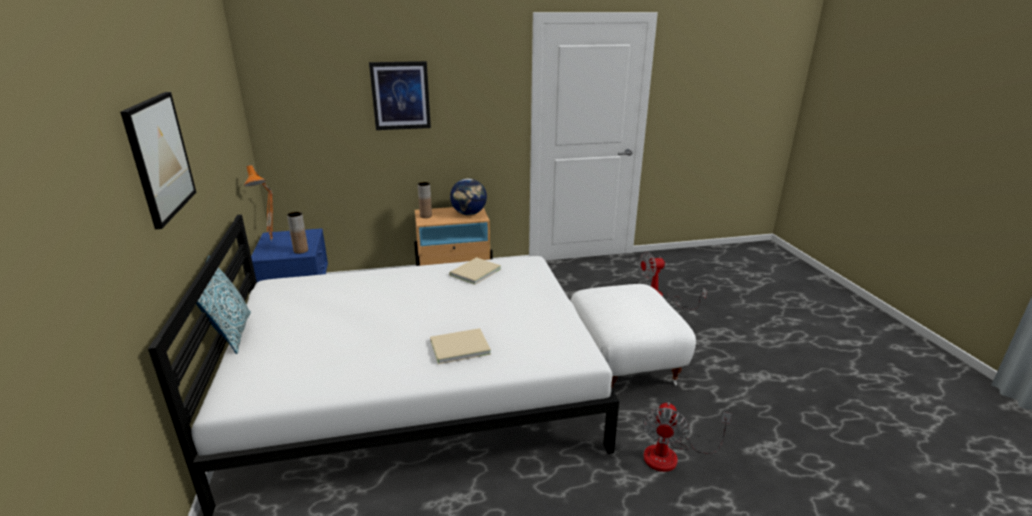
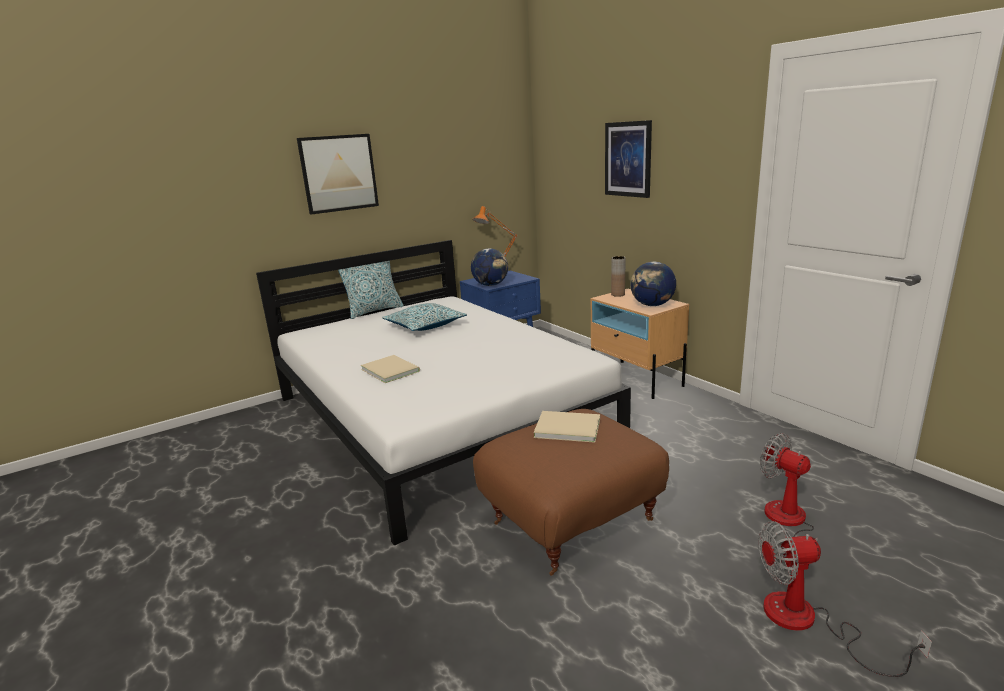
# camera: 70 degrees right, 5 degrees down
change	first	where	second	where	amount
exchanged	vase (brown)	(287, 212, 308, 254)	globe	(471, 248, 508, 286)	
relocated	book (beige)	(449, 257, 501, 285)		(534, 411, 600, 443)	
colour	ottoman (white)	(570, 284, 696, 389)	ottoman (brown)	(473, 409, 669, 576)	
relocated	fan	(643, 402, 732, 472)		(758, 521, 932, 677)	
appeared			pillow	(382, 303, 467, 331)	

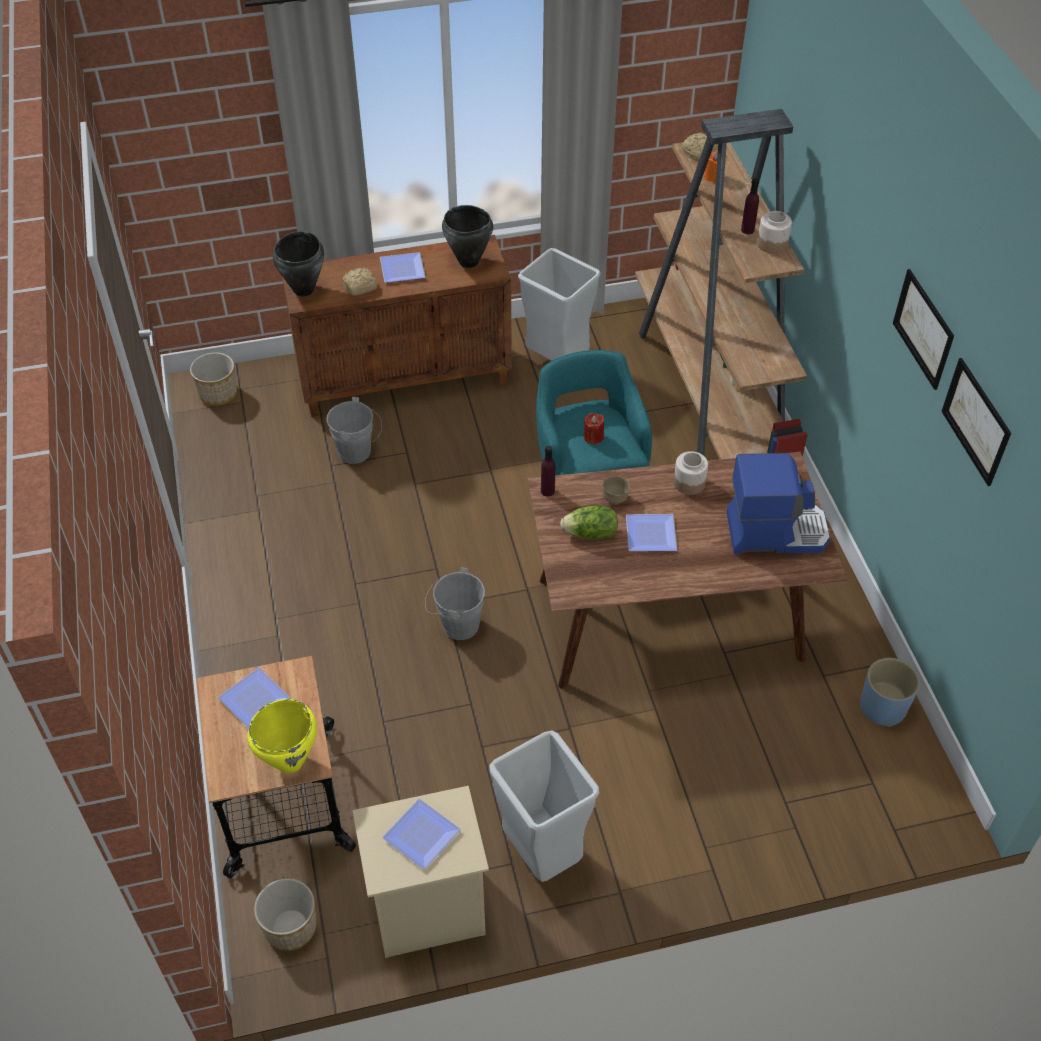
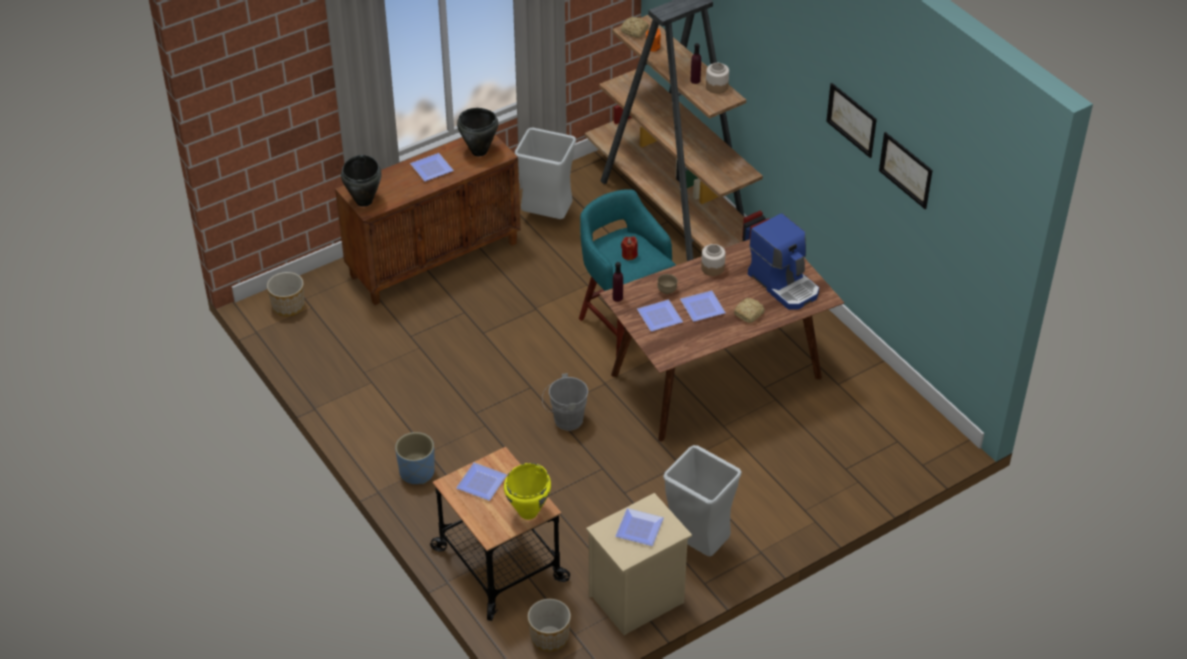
# camera: 20 degrees left, 5 degrees down
change	first	where	second	where	amount
relocated	bread	(342, 268, 377, 296)		(734, 298, 765, 323)	
missing	bucket (grey)	(326, 397, 382, 464)			
spun	coffee machine	(727, 453, 830, 554)		(748, 213, 819, 310)	75 degrees clockwise
exchanged	lettuce	(560, 505, 618, 540)	plate	(637, 300, 683, 331)	
relocated	planter (blue)	(860, 658, 920, 727)		(395, 432, 435, 484)	

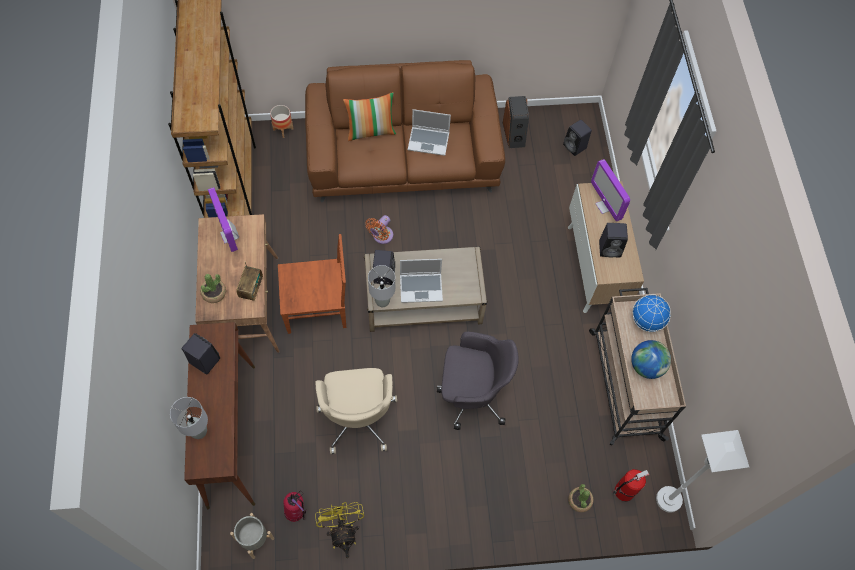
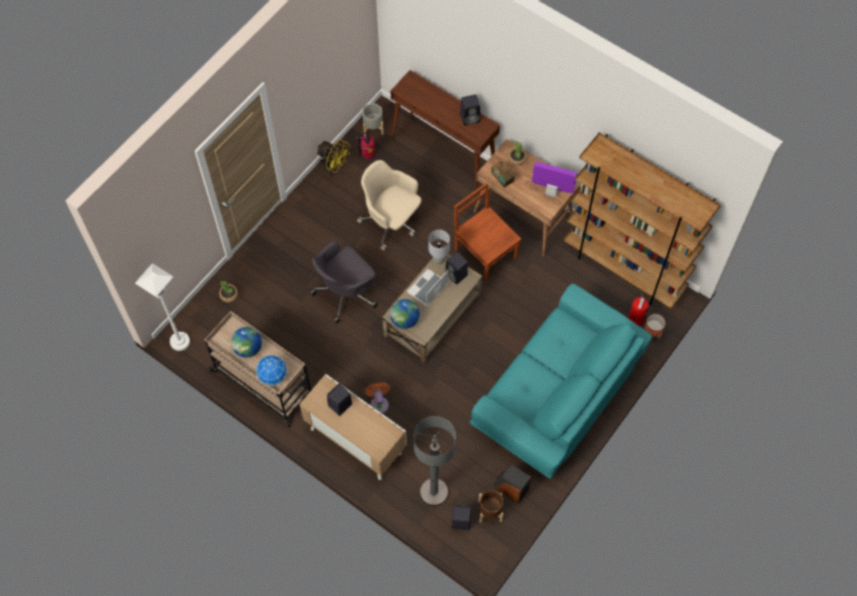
# camera: 135 degrees right, 0 degrees up
change	first	where	second	where	amount
colour	sofa (brown)	(305, 60, 505, 202)	sofa (turquoise)	(469, 284, 652, 480)	
missing	pillow	(343, 92, 396, 141)			
missing	laptop	(408, 109, 451, 156)			
missing	monitor	(591, 159, 630, 221)			
relocated	fan (orange)	(365, 215, 393, 244)		(365, 382, 390, 414)	
spun	chair (brown)	(278, 234, 346, 334)		(454, 183, 521, 282)	105 degrees clockwise
missing	table lamp (grey)	(170, 397, 208, 439)			
relocated	fire extinguisher	(613, 469, 649, 501)		(628, 293, 649, 326)	
appeared			globe	(390, 299, 419, 329)	
appeared			floor lamp (grey)	(414, 416, 456, 506)	
appeared			planter (brown)	(479, 490, 503, 523)	

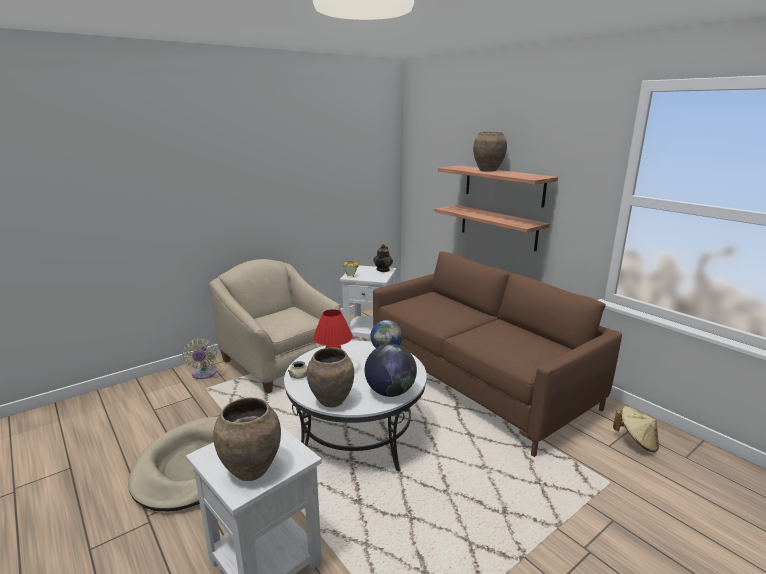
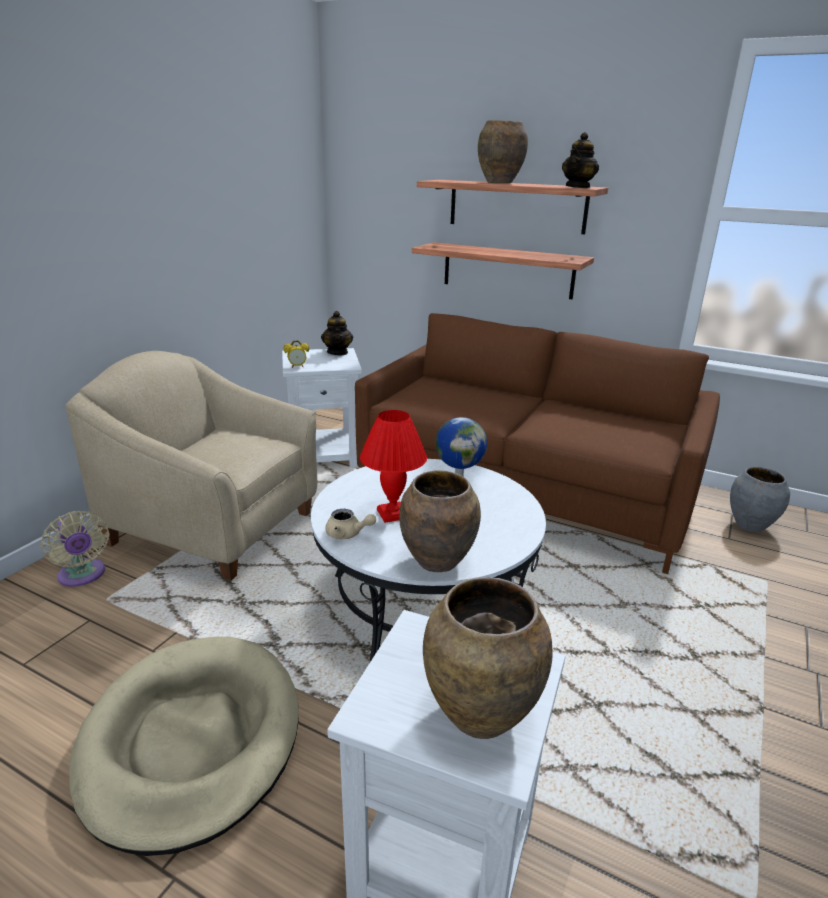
# camera: 25 degrees left, 5 degrees up
change	first	where	second	where	amount
missing	globe	(365, 344, 417, 397)			
exchanged	hat (beige)	(613, 406, 659, 452)	vase (grey)	(730, 467, 790, 532)	
appeared			teapot	(562, 132, 599, 188)	

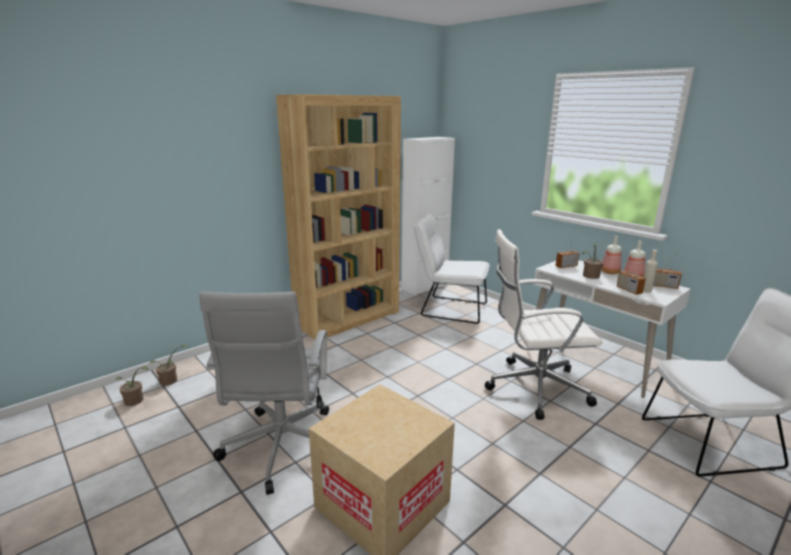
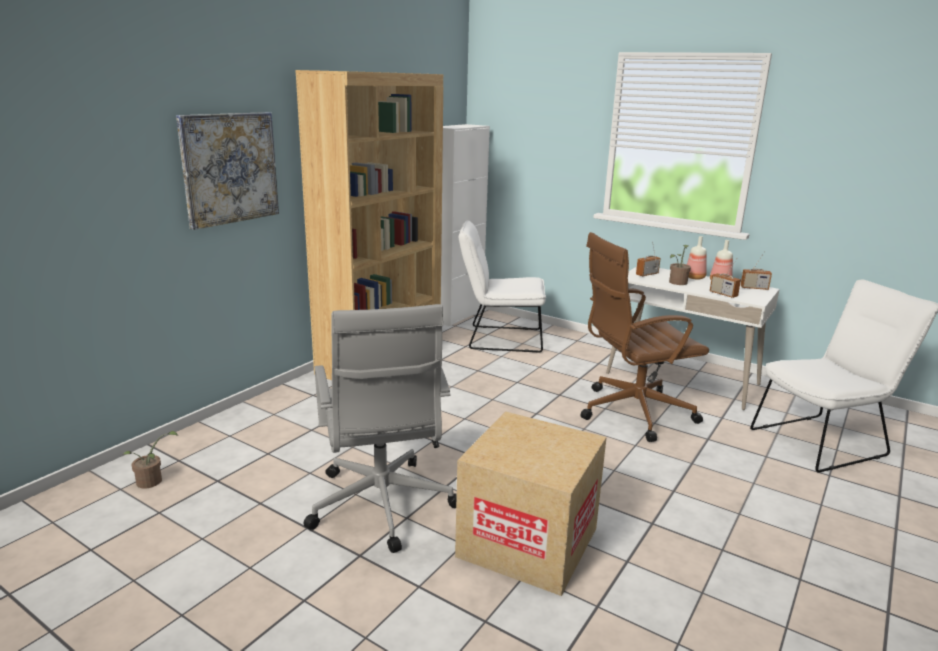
# camera: 15 degrees left, 0 degrees up
change	first	where	second	where	amount
colour	office chair (white)	(485, 229, 603, 420)	office chair (brown)	(581, 232, 709, 442)	
missing	bottle (beige)	(643, 250, 658, 293)			
missing	potted plant	(150, 345, 188, 386)			
appeared			picture	(176, 112, 279, 230)	

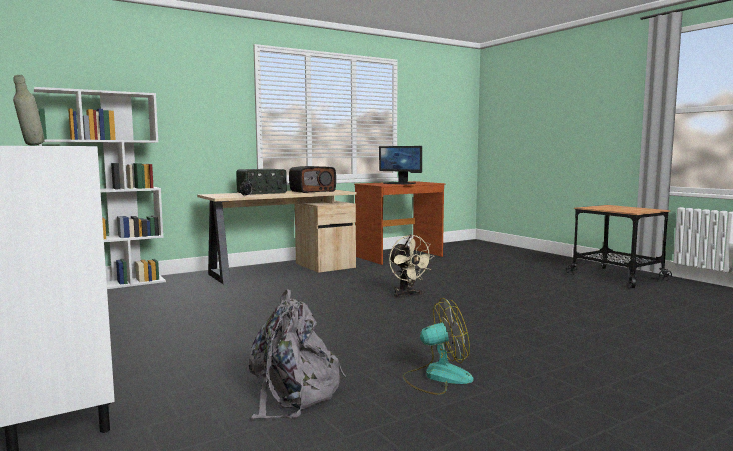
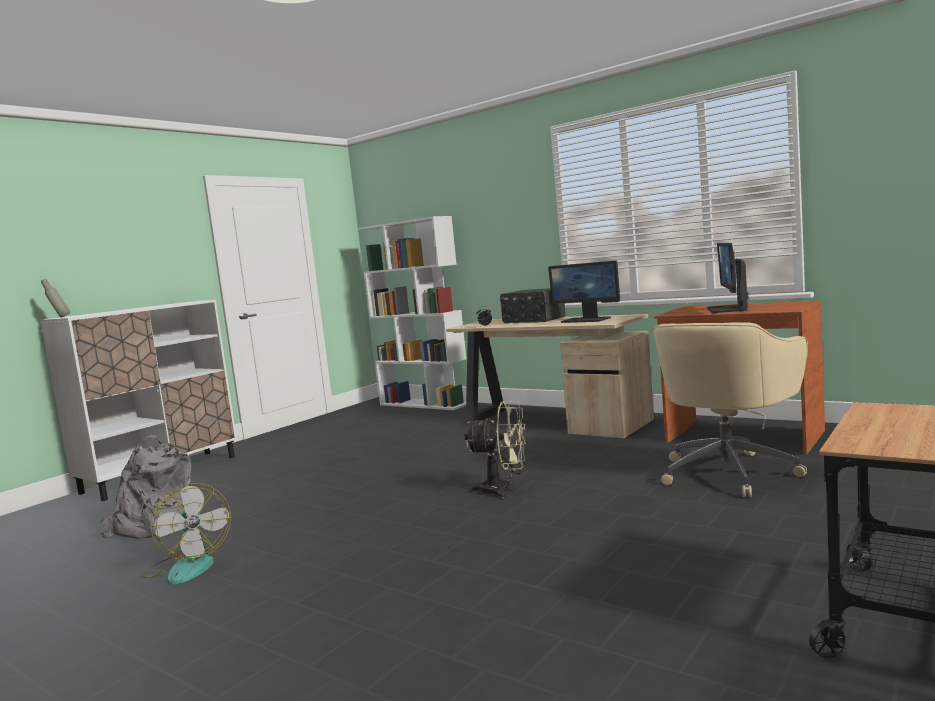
# camera: 70 degrees right, 0 degrees up
change	first	where	second	where	amount
exchanged	radio	(289, 166, 336, 193)	monitor	(548, 260, 620, 323)	
spun	fan (beige)	(389, 235, 435, 298)		(464, 401, 526, 499)	120 degrees counterclockwise
appeared			office chair (beige)	(653, 322, 808, 497)	

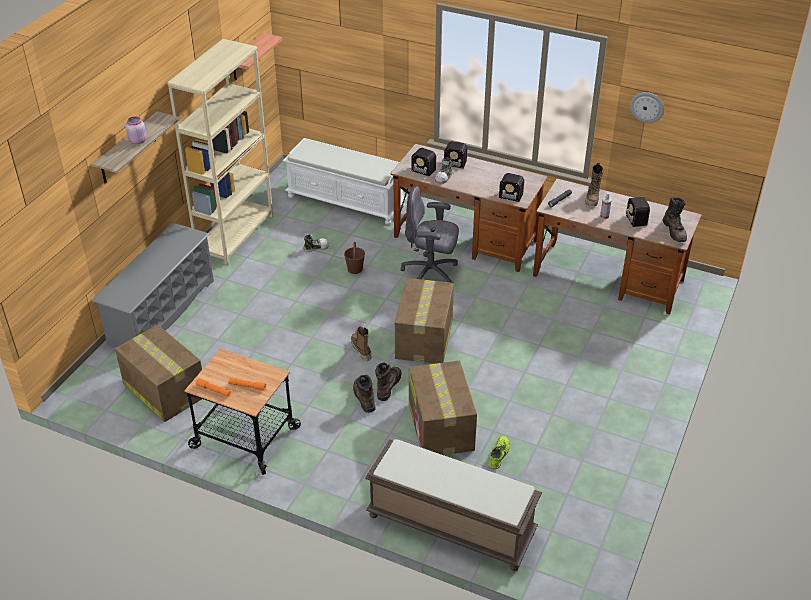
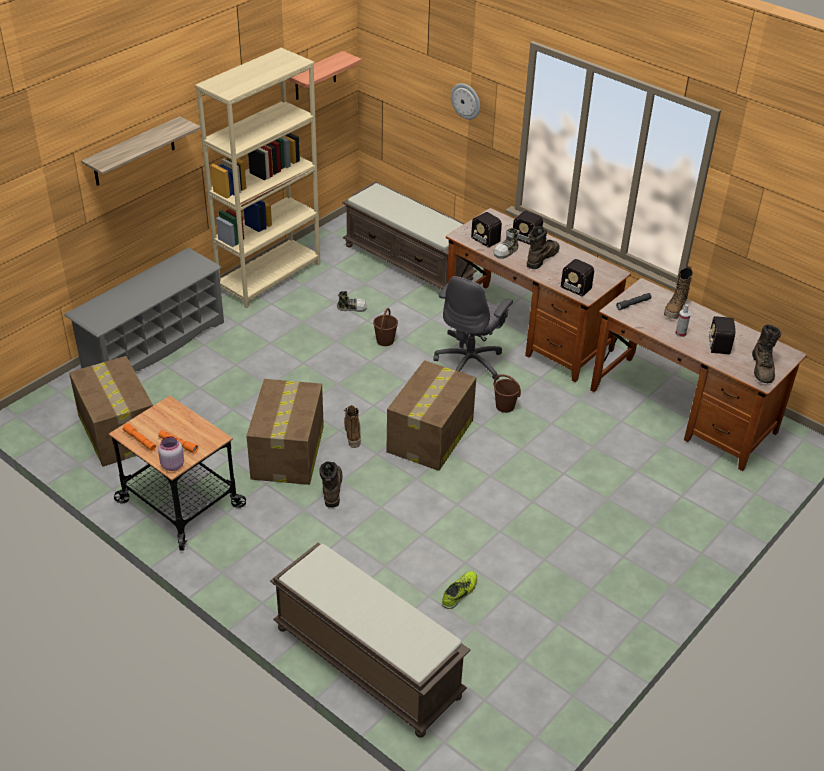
# camera: 15 degrees right, 0 degrees up
change	first	where	second	where	amount
relocated	wall clock	(630, 92, 664, 123)		(451, 83, 480, 120)	
relocated	jar (pink)	(126, 117, 146, 144)		(158, 436, 184, 471)	
colour	bench (white)	(283, 138, 407, 225)	bench (brown)	(342, 181, 477, 289)	
spun	office chair (grey)	(400, 186, 459, 283)		(433, 276, 513, 380)	90 degrees counterclockwise
relocated	cardboard box	(409, 361, 477, 455)		(246, 379, 324, 485)	
relocated	boot (brown)	(375, 362, 402, 401)		(527, 226, 560, 269)	
appeared			bucket (brown)	(494, 374, 521, 413)	

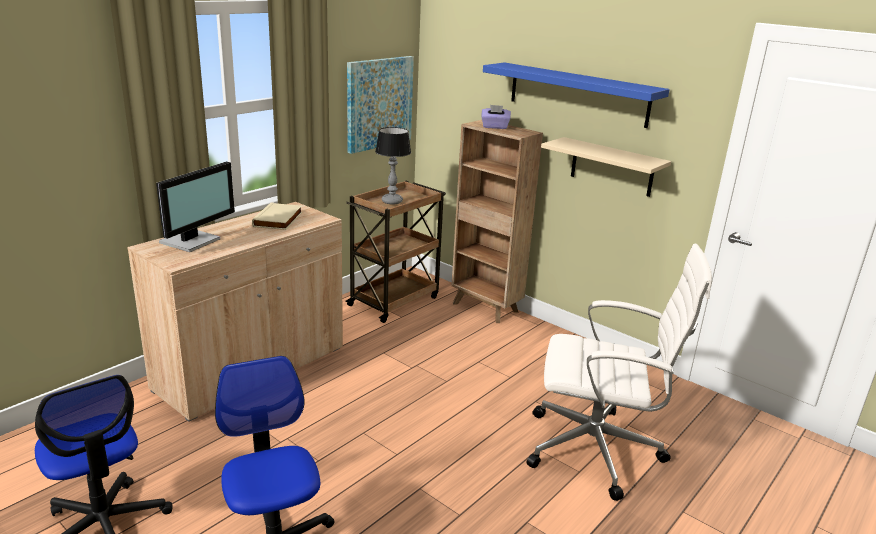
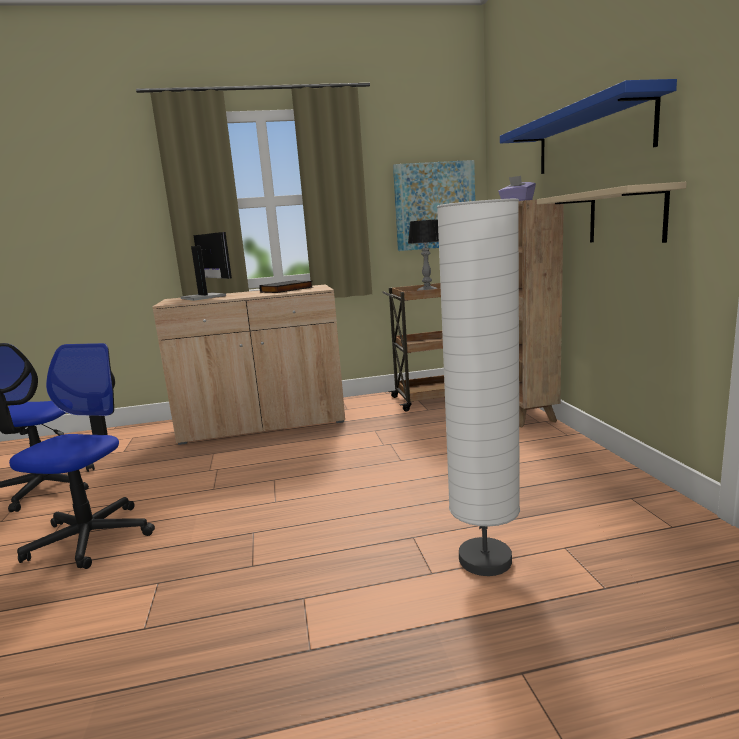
# camera: 40 degrees right, 10 degrees down
change	first	where	second	where	amount
spun	monitor	(156, 161, 235, 252)		(181, 232, 232, 301)	105 degrees counterclockwise
colour	book (beige)	(252, 202, 302, 230)	book (black)	(259, 280, 313, 293)	
exchanged	office chair (white)	(526, 244, 712, 501)	floor lamp (white)	(437, 199, 520, 576)	

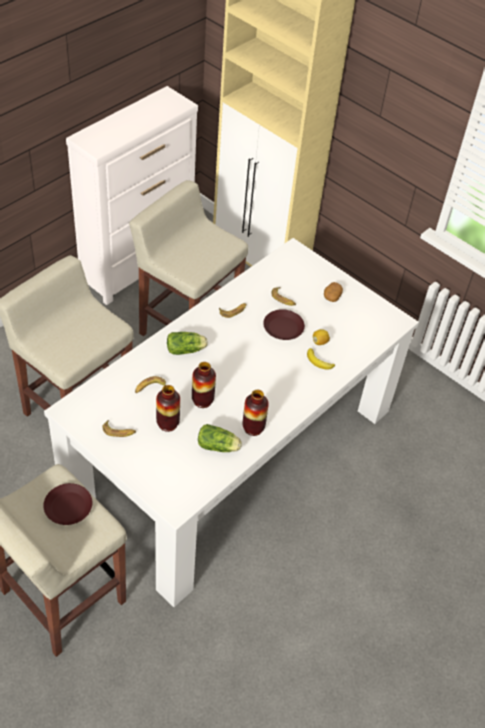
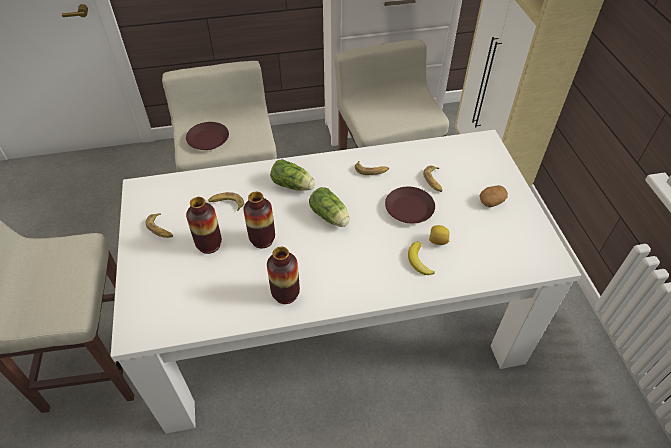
# camera: 40 degrees right, 0 degrees up
change	first	where	second	where	amount
relocated	lettuce	(198, 424, 242, 452)		(309, 187, 350, 227)	
relocated	plate (brown)	(43, 483, 92, 525)		(186, 122, 229, 150)	

